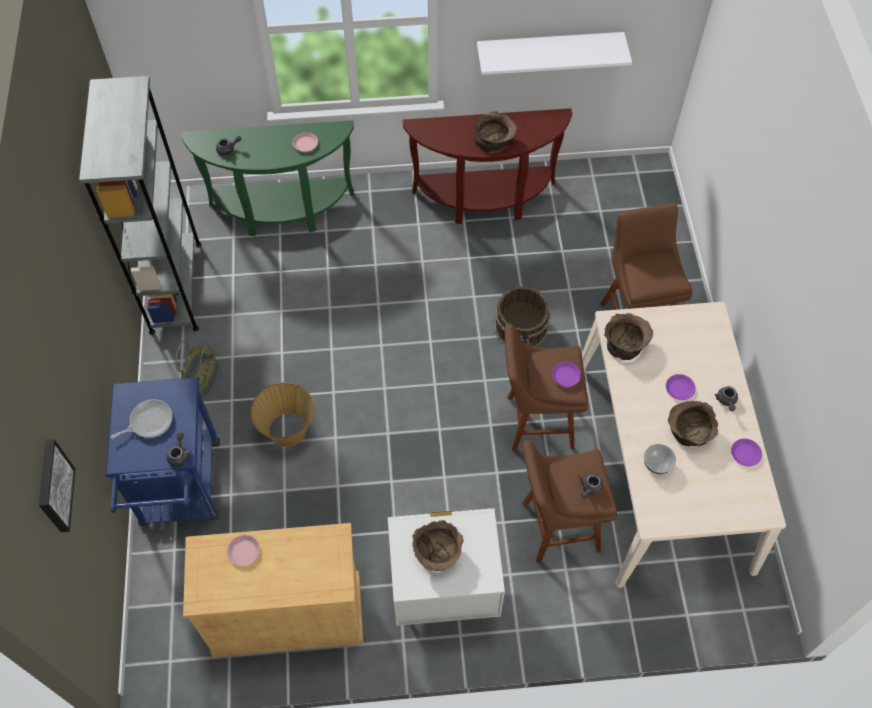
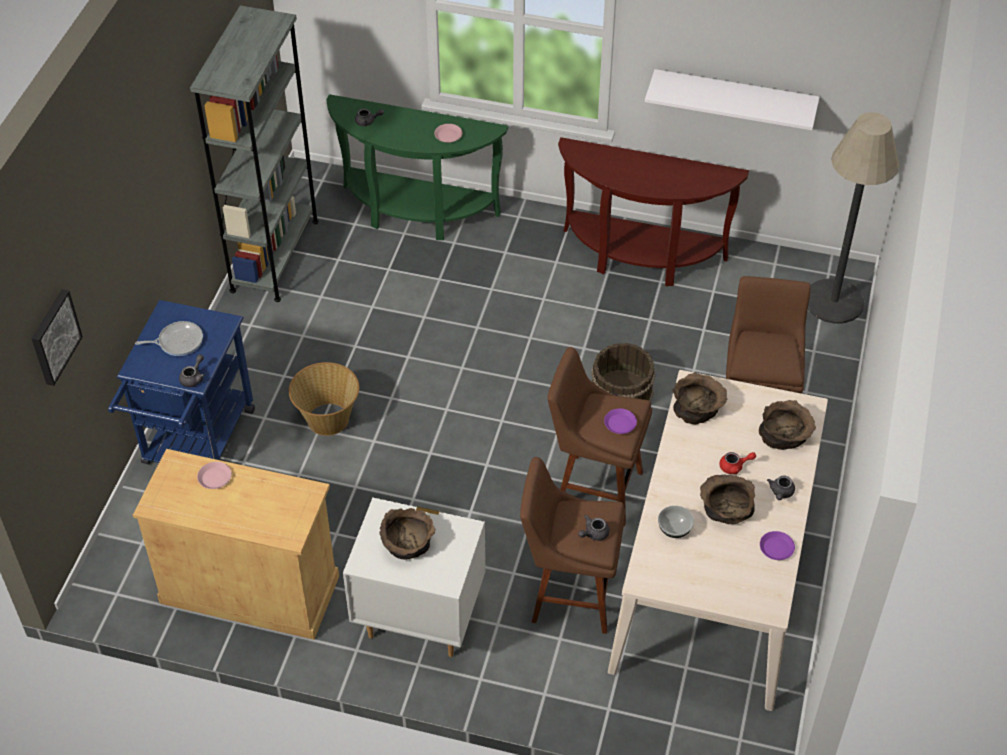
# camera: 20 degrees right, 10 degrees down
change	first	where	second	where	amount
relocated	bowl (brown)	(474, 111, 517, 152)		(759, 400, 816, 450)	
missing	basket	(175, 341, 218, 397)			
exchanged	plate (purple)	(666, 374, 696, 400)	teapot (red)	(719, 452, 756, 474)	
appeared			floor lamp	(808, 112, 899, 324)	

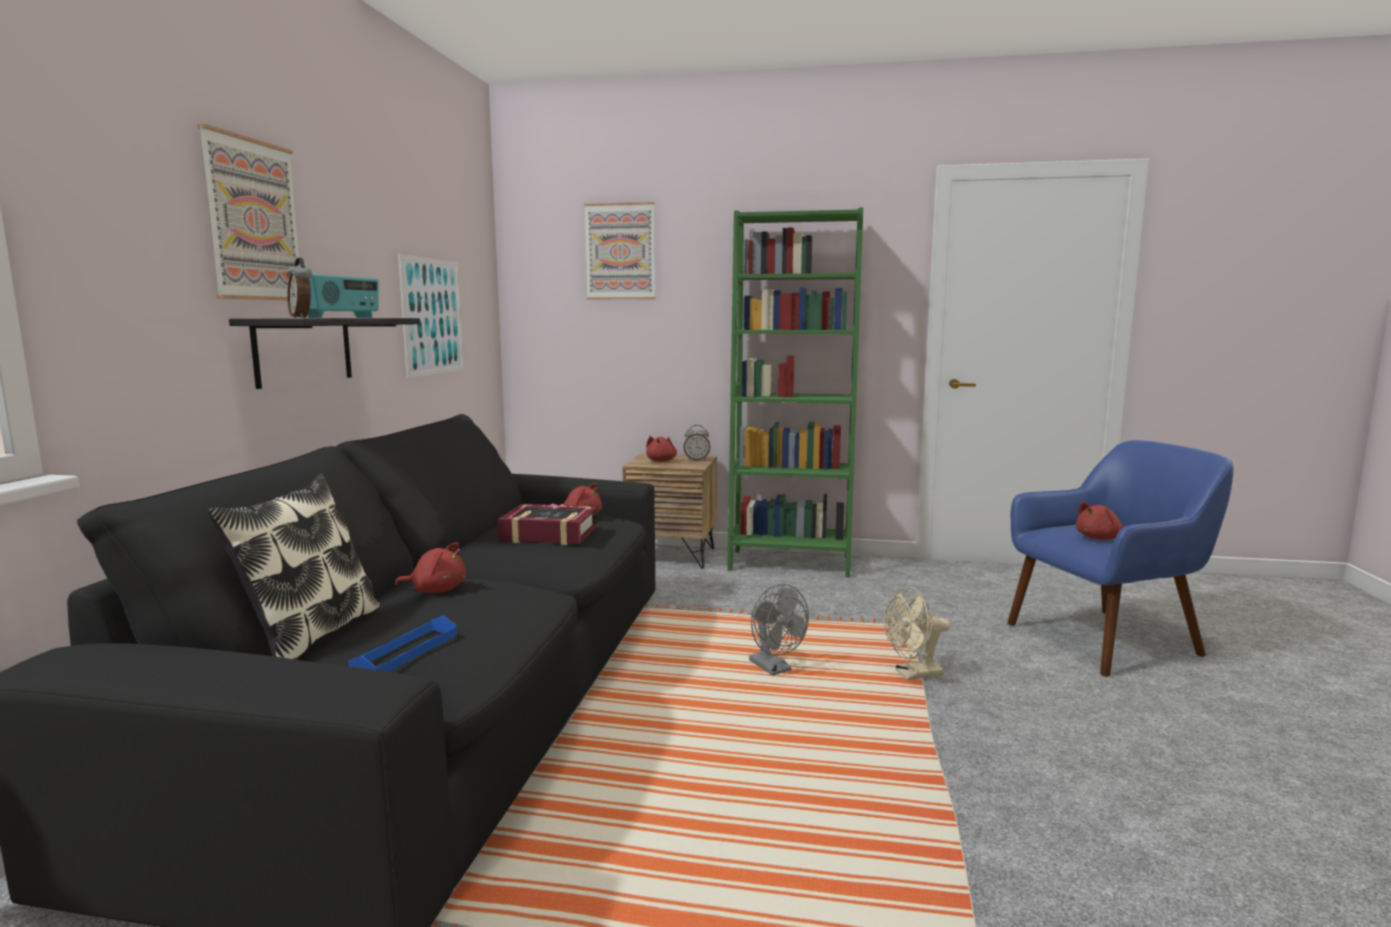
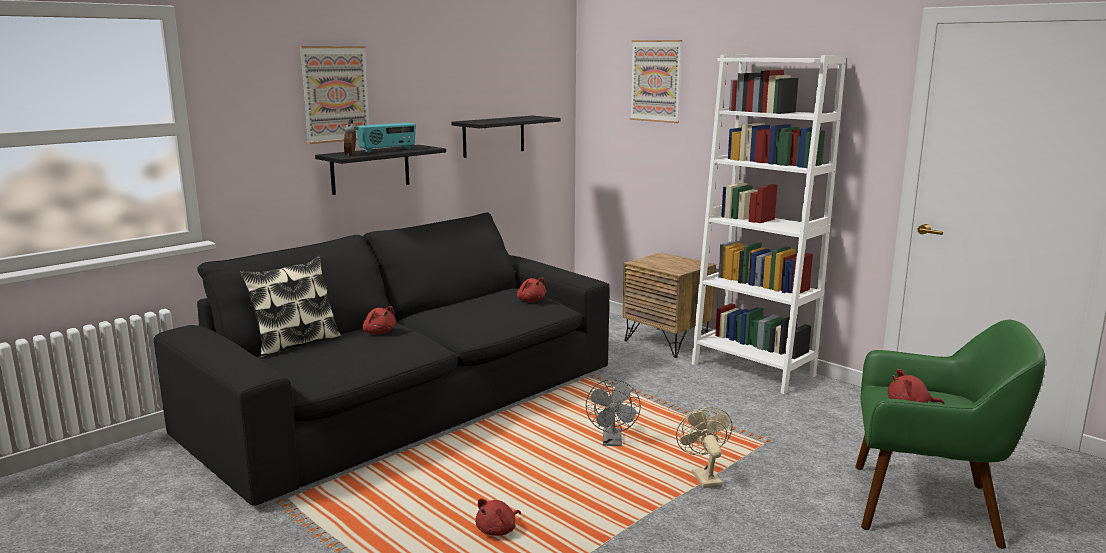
# camera: 35 degrees right, 5 degrees up
change	first	where	second	where	amount
colour	bookcase (green)	(727, 208, 863, 578)	bookcase (white)	(692, 55, 846, 394)	
exchanged	picture	(398, 254, 464, 378)	shelf (black)	(452, 116, 560, 158)	
missing	alarm clock	(684, 425, 710, 460)			
relocated	plush toy (red)	(646, 436, 677, 462)		(475, 498, 521, 536)	
colour	armchair (blue)	(1007, 440, 1234, 677)	armchair (green)	(856, 320, 1045, 549)	
missing	book	(497, 504, 598, 545)			
spun	fan (beige)	(884, 586, 950, 680)		(676, 407, 733, 488)	60 degrees clockwise
missing	tray (blue)	(348, 615, 457, 672)			

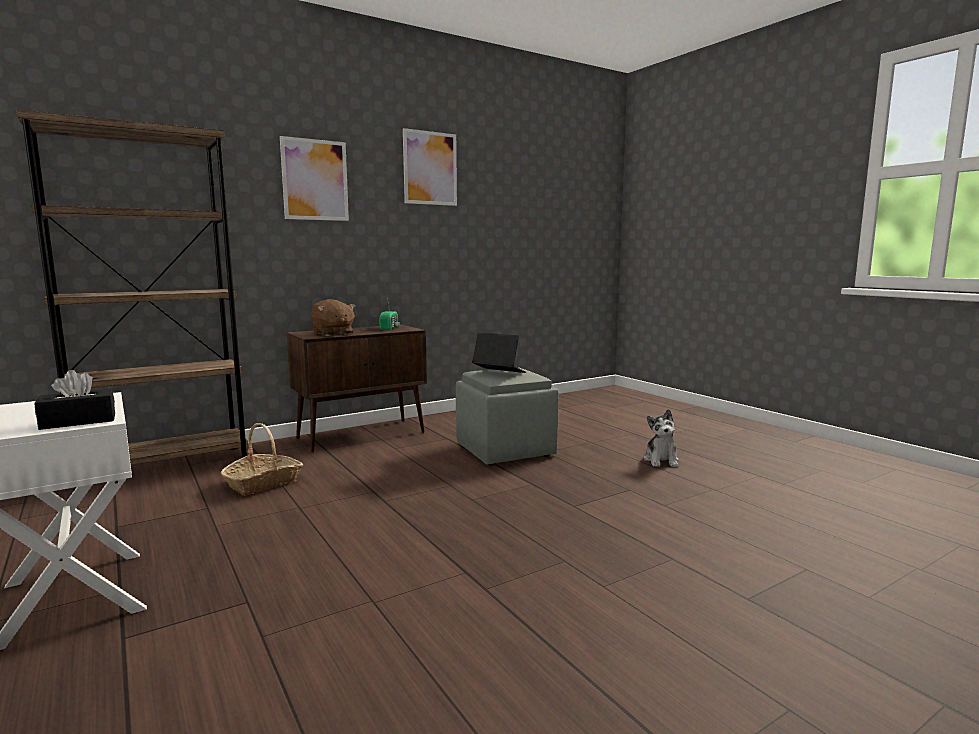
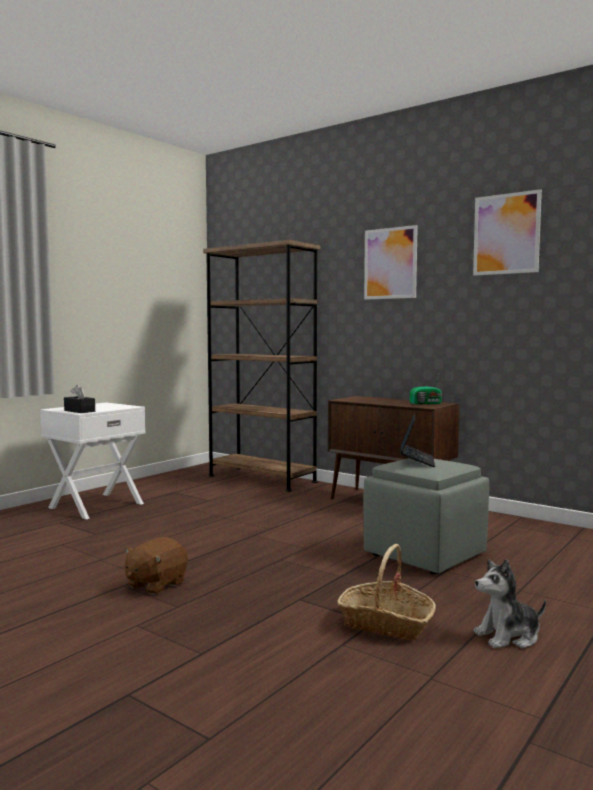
# camera: 70 degrees right, 5 degrees down
change	first	where	second	where	amount
relocated	plush toy (brown)	(311, 299, 356, 336)		(124, 537, 188, 595)	
relocated	basket	(221, 423, 303, 496)		(337, 544, 436, 640)	

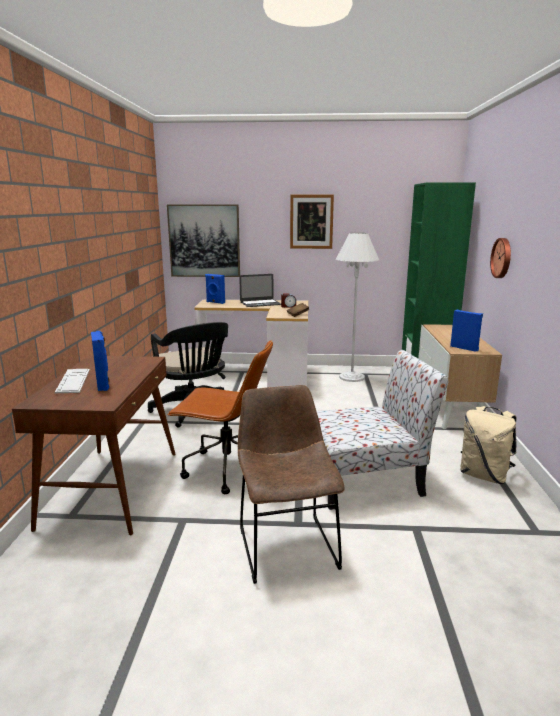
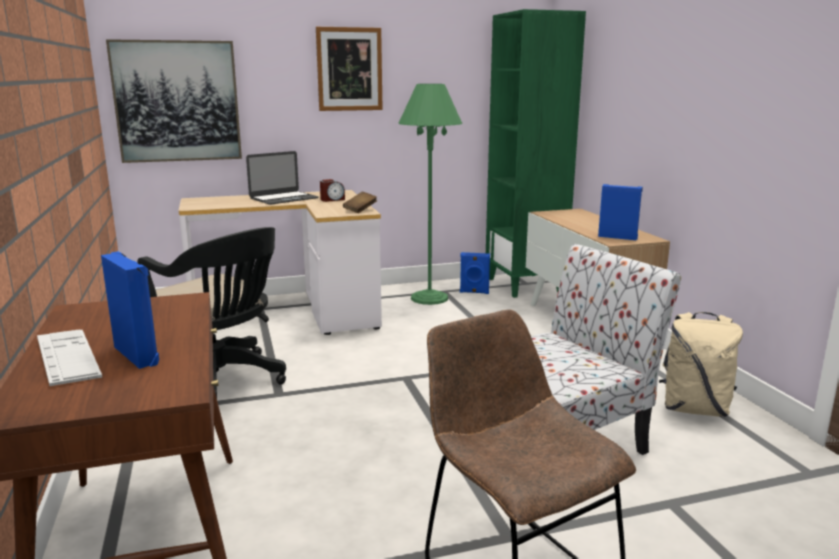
# camera: 20 degrees left, 0 degrees up
change	first	where	second	where	amount
colour	floor lamp (white)	(336, 233, 379, 382)	floor lamp (green)	(398, 84, 462, 305)	
missing	wall clock	(490, 238, 511, 278)			
relocated	speaker (blue)	(205, 274, 225, 304)		(460, 252, 490, 294)	
missing	office chair (brown)	(167, 340, 273, 494)			

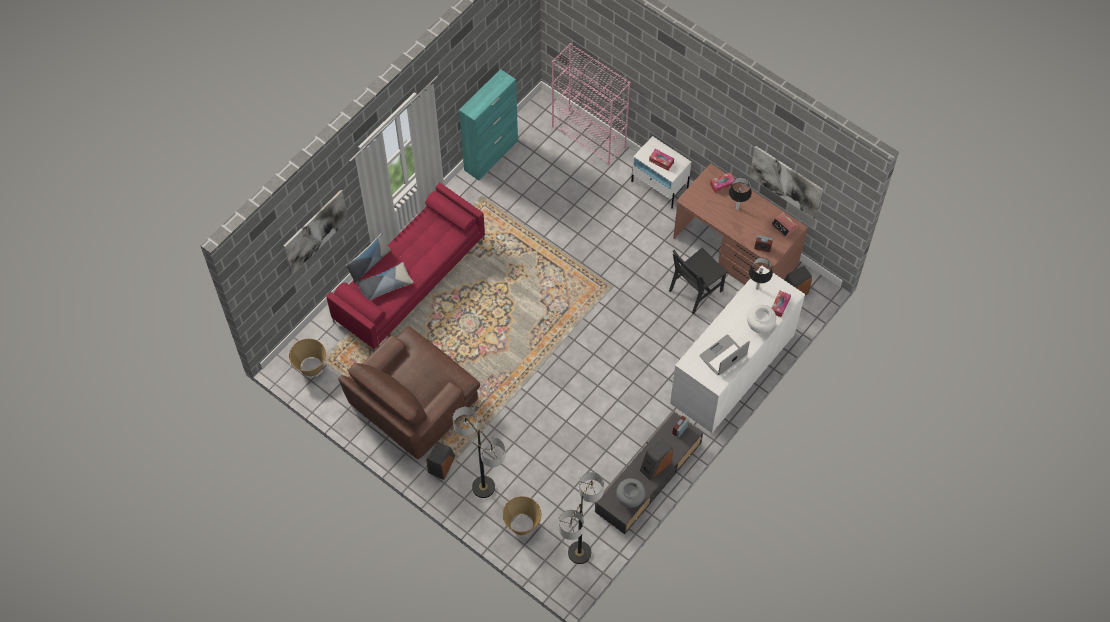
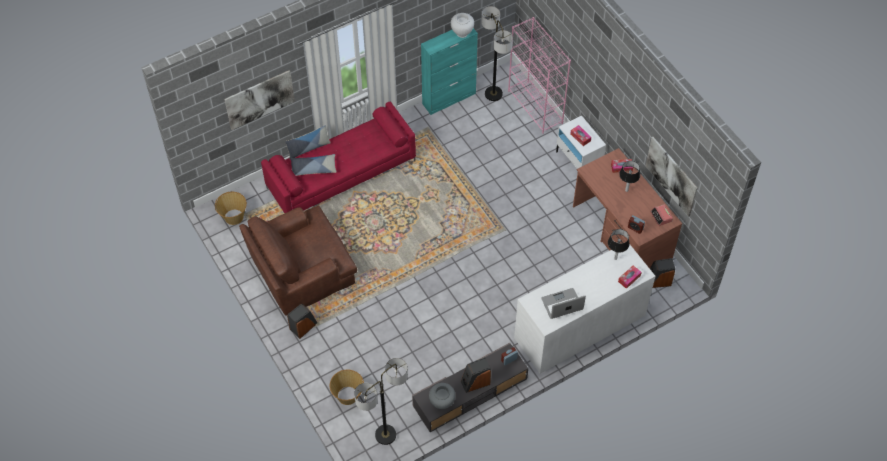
# camera: 20 degrees right, 5 degrees down
change	first	where	second	where	amount
missing	chair (black)	(669, 247, 728, 314)			
relocated	vase (white)	(747, 305, 776, 333)		(451, 13, 474, 38)	
relocated	floor lamp	(453, 407, 505, 498)		(481, 6, 513, 101)	

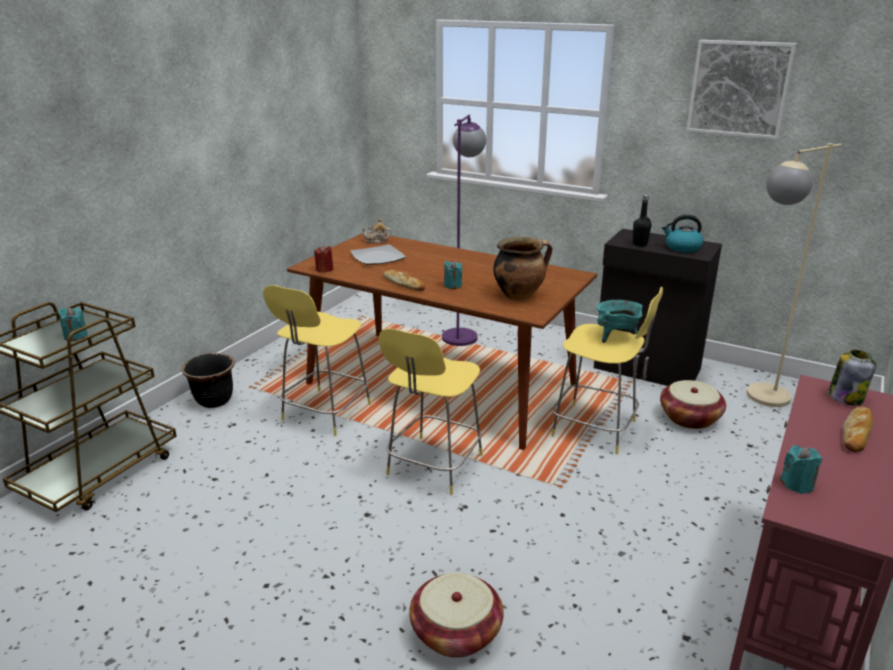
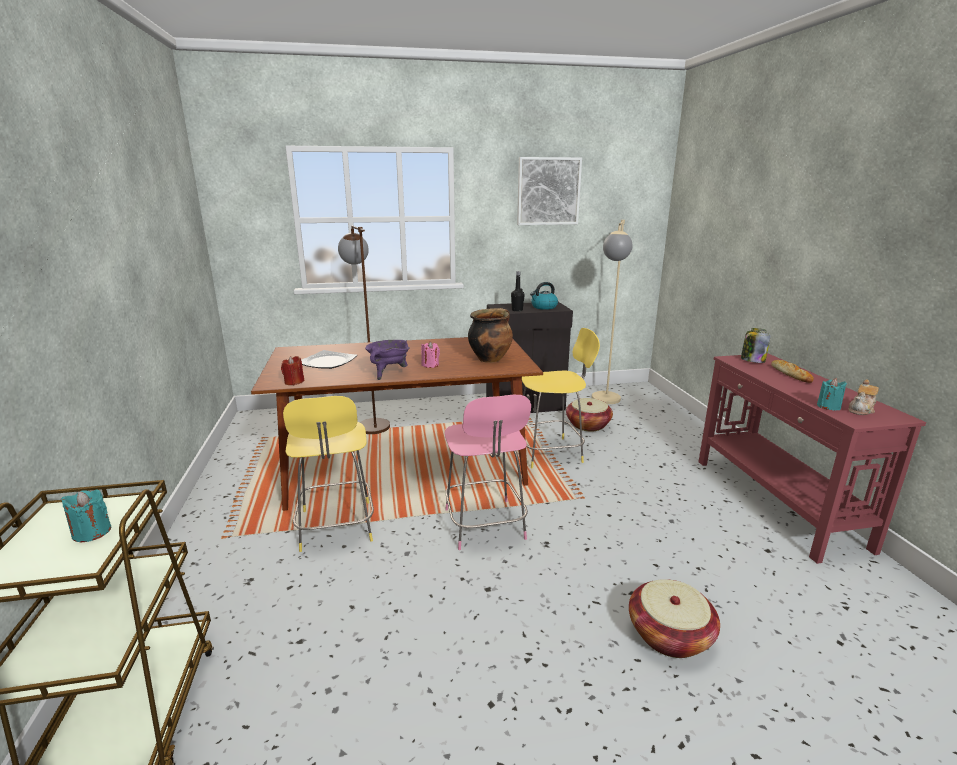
# camera: 40 degrees left, 5 degrees down
change	first	where	second	where	amount
colour	floor lamp (purple)	(442, 115, 486, 346)	floor lamp (brown)	(338, 226, 390, 434)	
relocated	teapot	(362, 218, 392, 244)		(848, 379, 879, 415)	
colour	candle (turquoise)	(444, 260, 462, 289)	candle (pink)	(421, 342, 440, 368)	
exchanged	bread	(383, 270, 425, 291)	cooking pot (purple)	(365, 340, 410, 380)	
missing	cooking pot (turquoise)	(596, 300, 643, 343)			
colour	stool (yellow)	(379, 328, 483, 495)	stool (pink)	(445, 395, 531, 550)	
missing	planter (black)	(181, 353, 235, 408)			

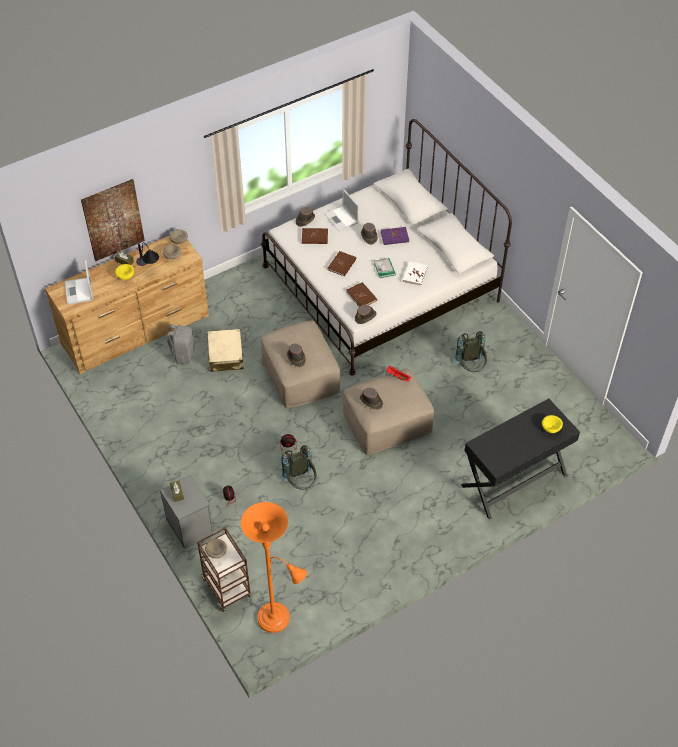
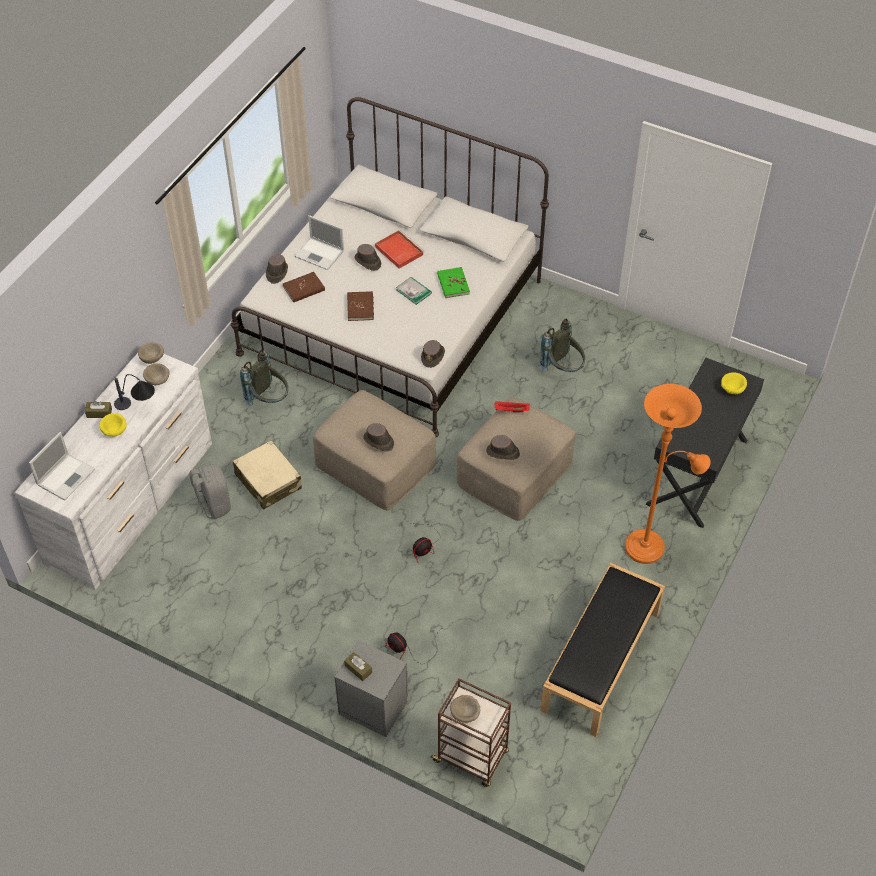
# camera: 30 degrees left, 0 degrees up
change	first	where	second	where	amount
missing	picture	(81, 179, 145, 261)			
exchanged	book (purple)	(381, 227, 409, 245)	tray (red)	(375, 230, 424, 269)	
colour	dresser (brown)	(45, 236, 209, 374)	dresser (white)	(14, 353, 212, 590)	
spun	laptop	(65, 261, 93, 305)		(29, 432, 95, 501)	105 degrees counterclockwise
colour	book (white)	(402, 261, 428, 286)	book (green)	(437, 267, 470, 298)	
missing	book (brown)	(346, 282, 377, 307)			
relocated	backpack (grey)	(281, 445, 317, 490)		(240, 350, 288, 405)	
relocated	floor lamp (orange)	(241, 502, 307, 633)		(625, 384, 711, 564)	
appeared			bench (black)	(540, 563, 665, 737)	

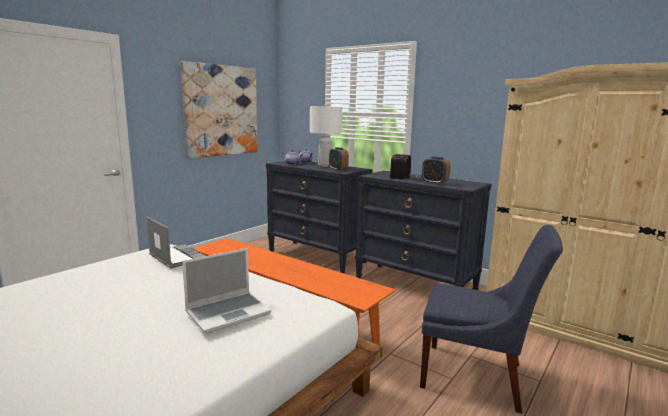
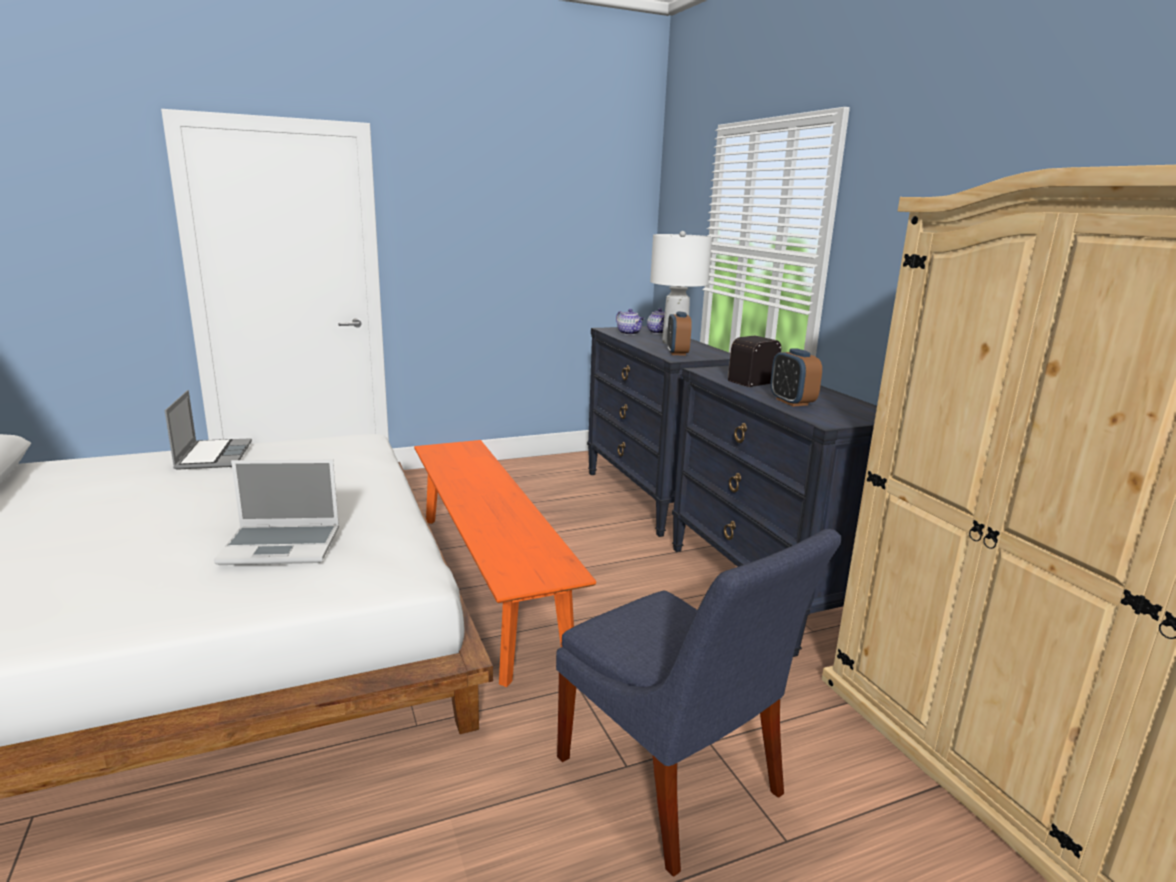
# camera: 30 degrees right, 5 degrees up
change	first	where	second	where	amount
missing	picture	(181, 61, 258, 159)			
relocated	laptop	(146, 217, 205, 269)		(165, 390, 252, 470)	

